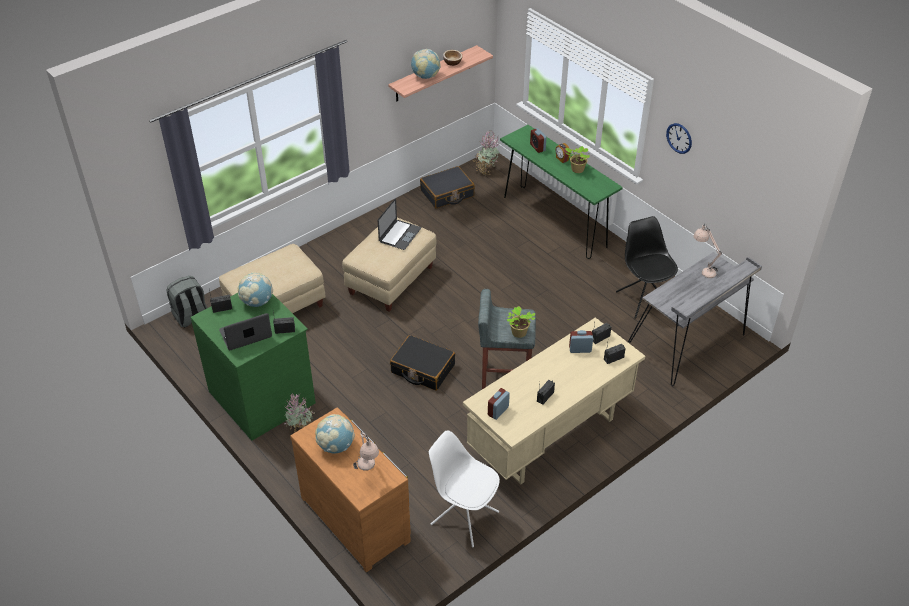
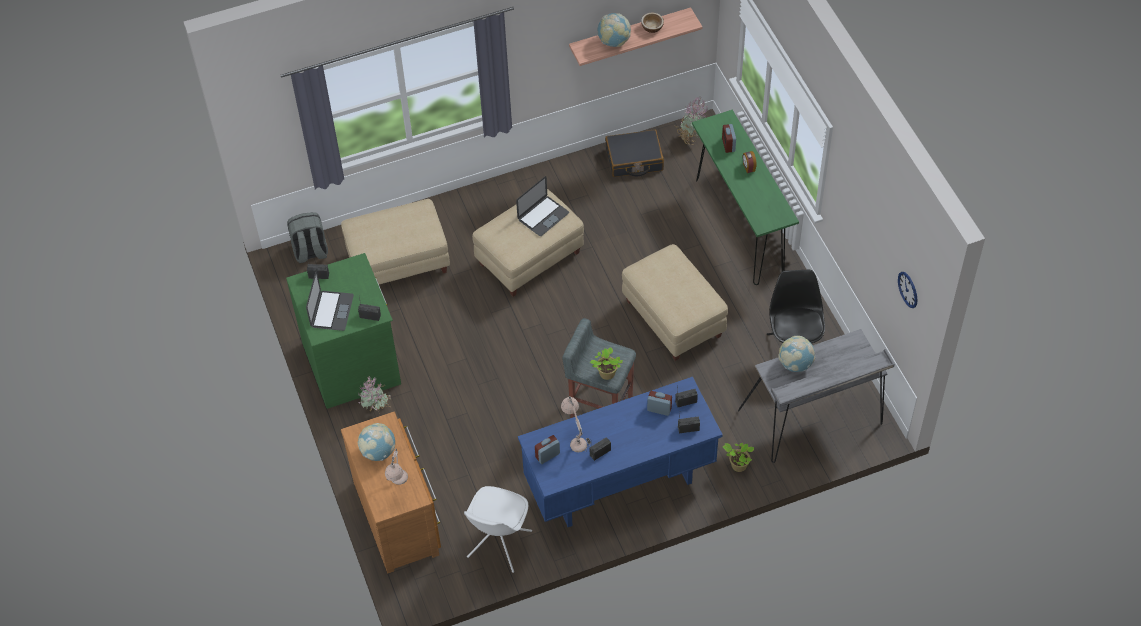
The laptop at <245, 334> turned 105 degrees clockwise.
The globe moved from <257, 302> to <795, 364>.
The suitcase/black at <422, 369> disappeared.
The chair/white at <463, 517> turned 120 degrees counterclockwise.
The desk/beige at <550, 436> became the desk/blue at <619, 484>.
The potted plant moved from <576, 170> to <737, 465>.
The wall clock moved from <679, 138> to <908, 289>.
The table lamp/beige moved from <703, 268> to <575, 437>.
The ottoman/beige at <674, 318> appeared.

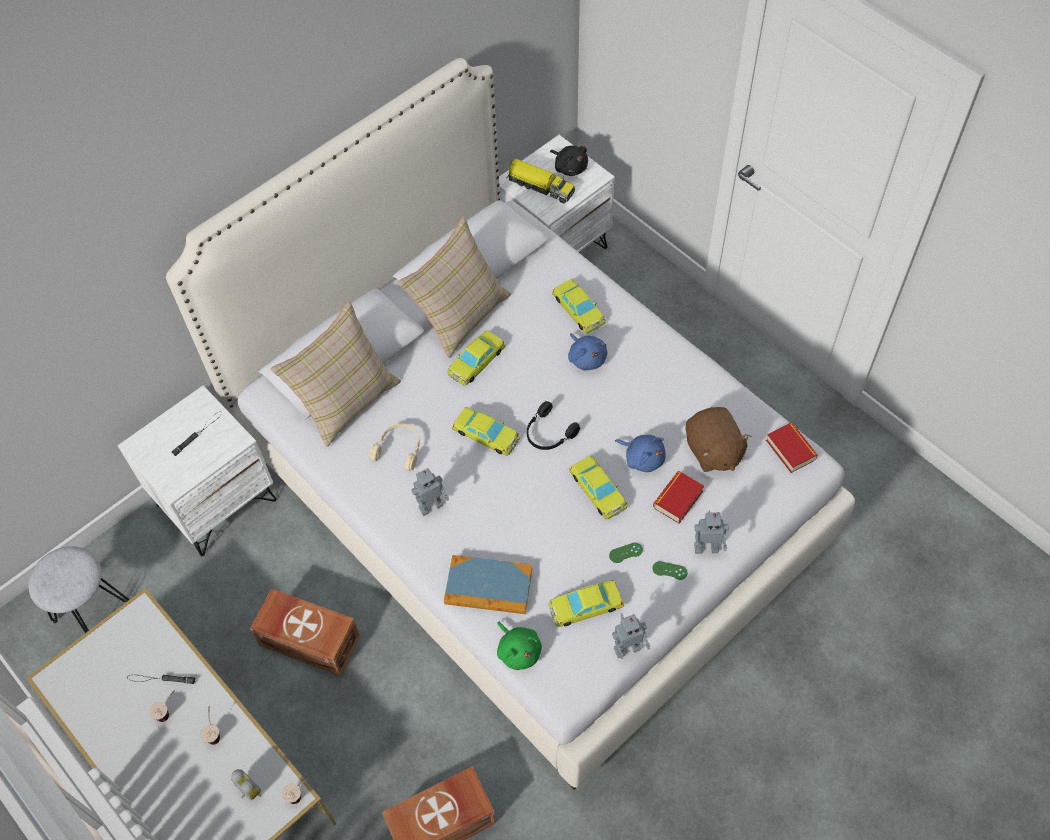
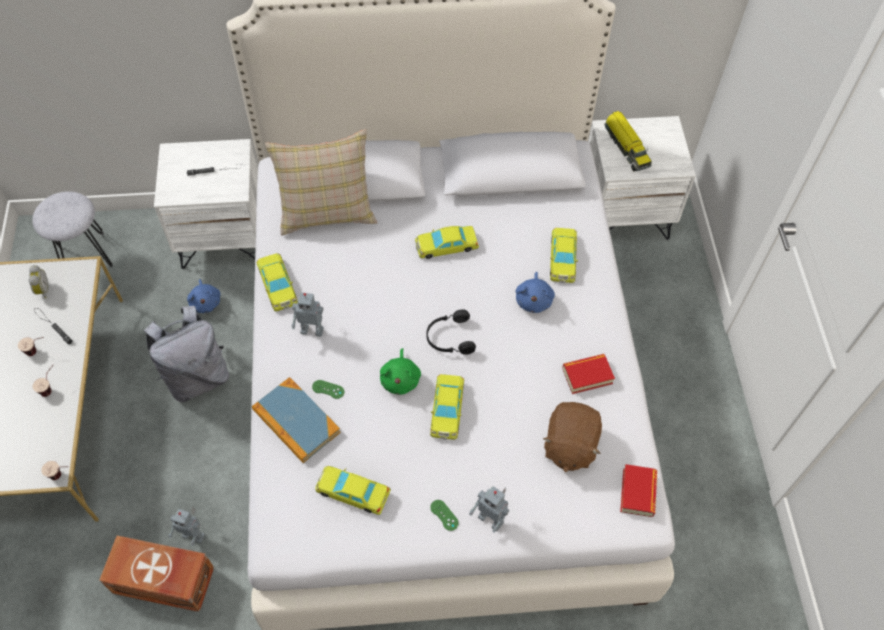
The alarm clock moved from <248, 791> to <42, 290>.
The storage box/brown at <309, 639> was replaced by the backpack/grey at <197, 377>.
The headphones/beige at <399, 449> disappeared.
The pillow/beige at <460, 313> disappeared.
The toy car/yellow moved from <486, 434> to <277, 285>.
The plush toy/green moved from <518, 650> to <400, 379>.
The plush toy/black at <570, 167> disappeared.
The game controller/green moved from <625, 553> to <328, 389>.
The toy robot moved from <626, 647> to <194, 534>.
The plush toy/blue moved from <642, 458> to <205, 302>.
The book moved from <678, 499> to <587, 376>.

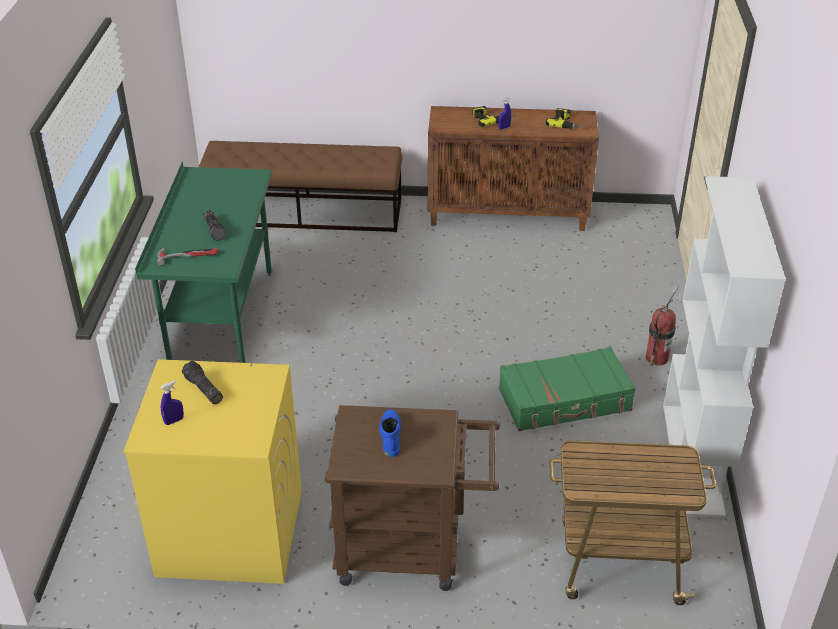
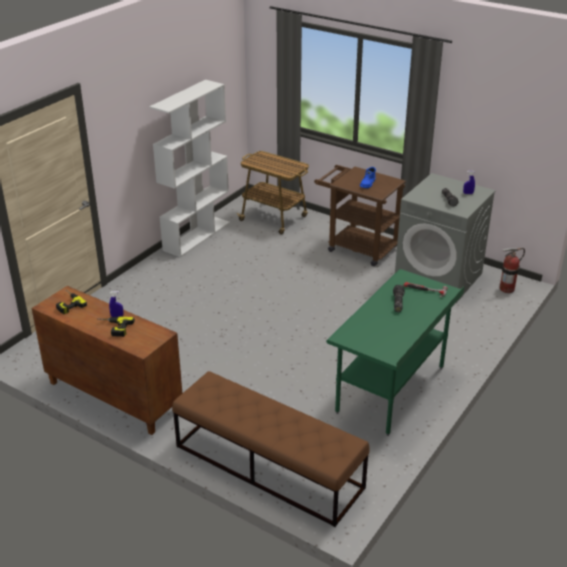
The washing machine/yellow at <229, 532> became the washing machine/grey at <439, 277>.
The suitcase/green at <565, 400> disappeared.
The fire extinguisher moved from <657, 358> to <506, 289>.

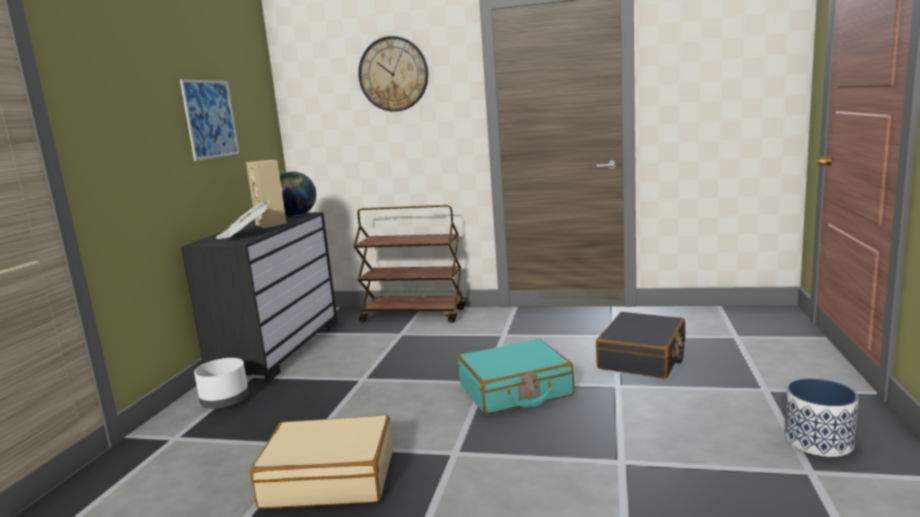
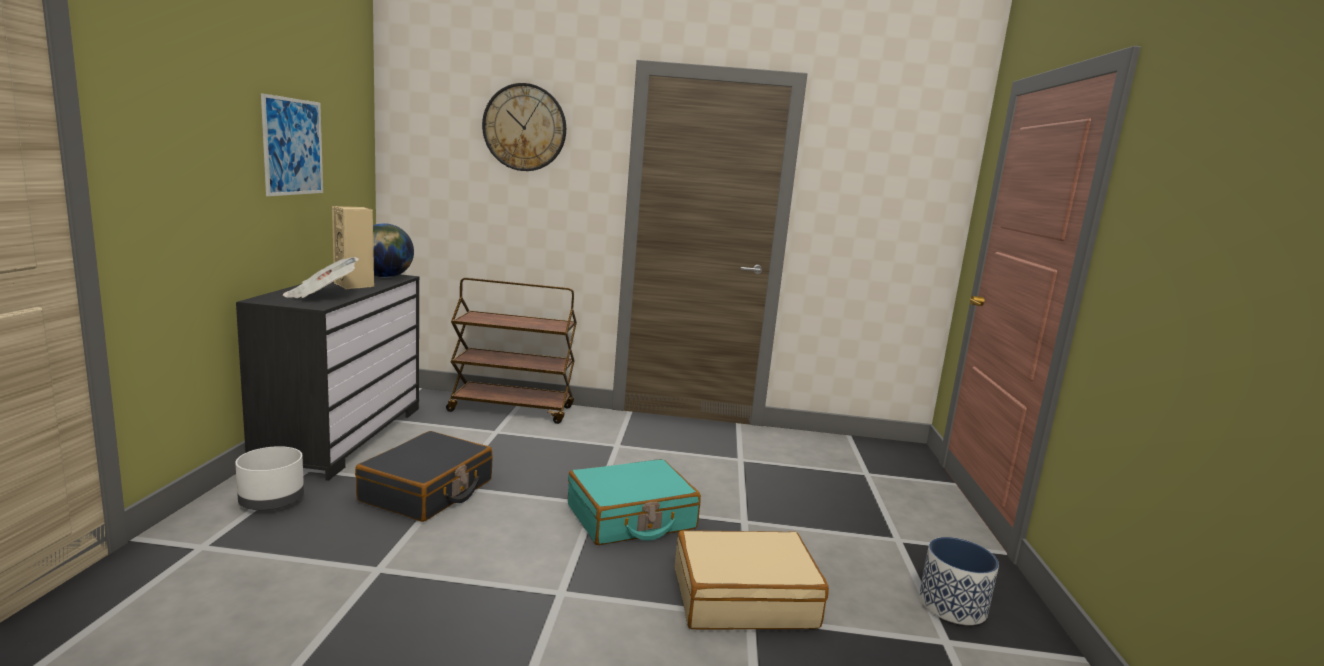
The suitcase/beige moved from <329, 478> to <744, 597>.
The suitcase/black moved from <642, 358> to <427, 491>.

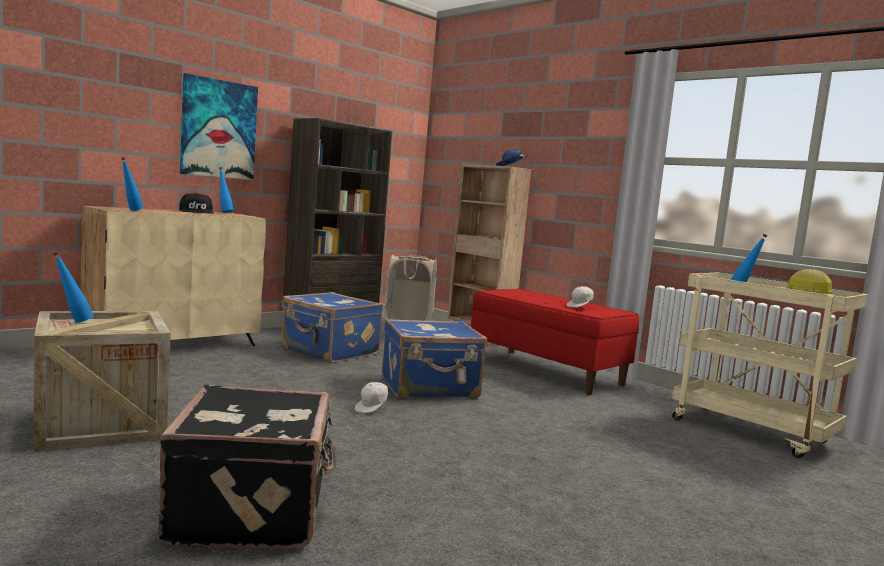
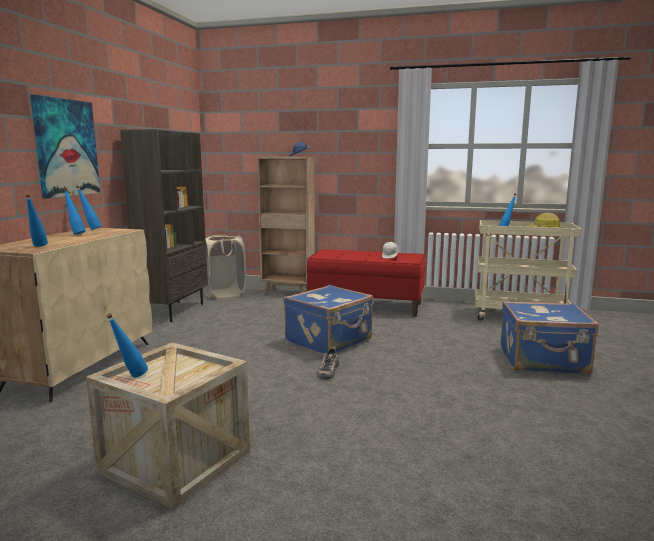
The suitcase/black at <253, 511> disappeared.
The cap/black at <197, 212> was replaced by the bottle/blue at <75, 234>.
The suitcase/blue moved from <329, 352> to <543, 361>.
The cap/white at <372, 408> was replaced by the shoe at <327, 370>.

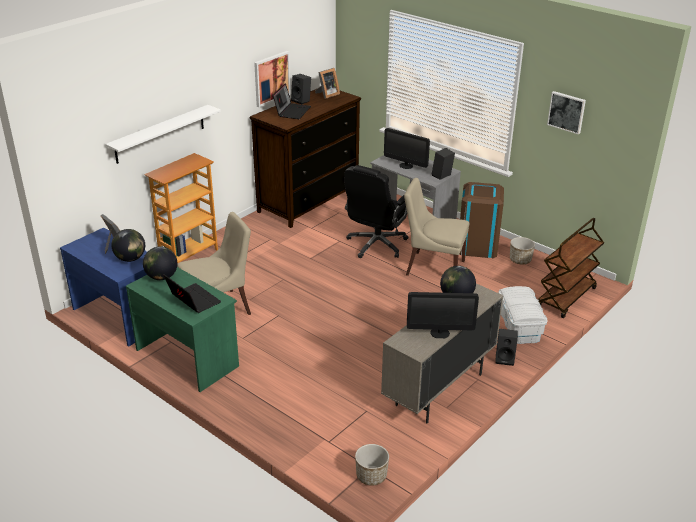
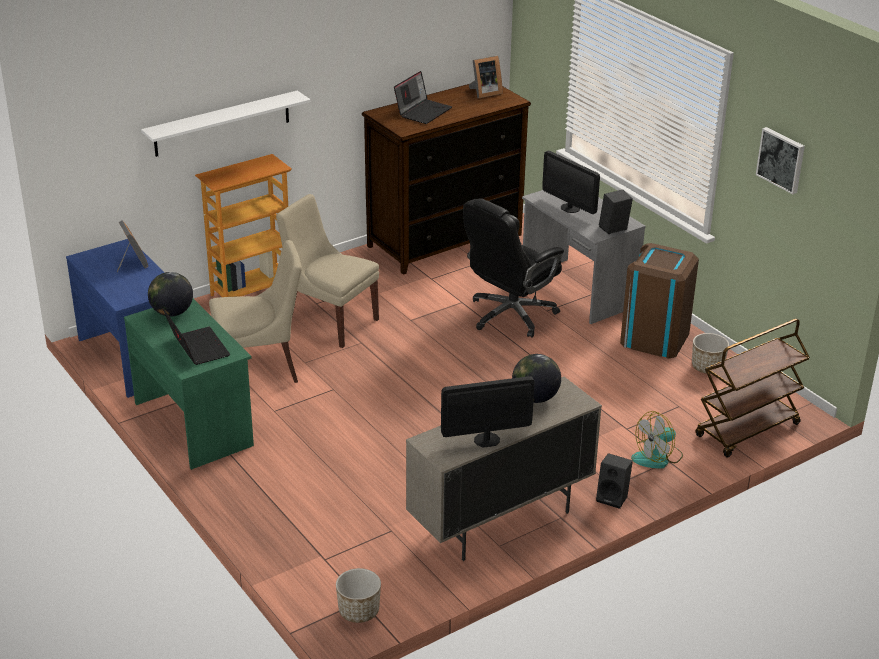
The globe at <130, 259> disappeared.
The picture at <271, 78> disappeared.
The speaker/black at <302, 100> disappeared.
The chair/beige moved from <433, 267> to <329, 321>.
The monitor at <440, 333> turned 150 degrees clockwise.
The storage box/white at <519, 326> was replaced by the fan at <657, 457>.

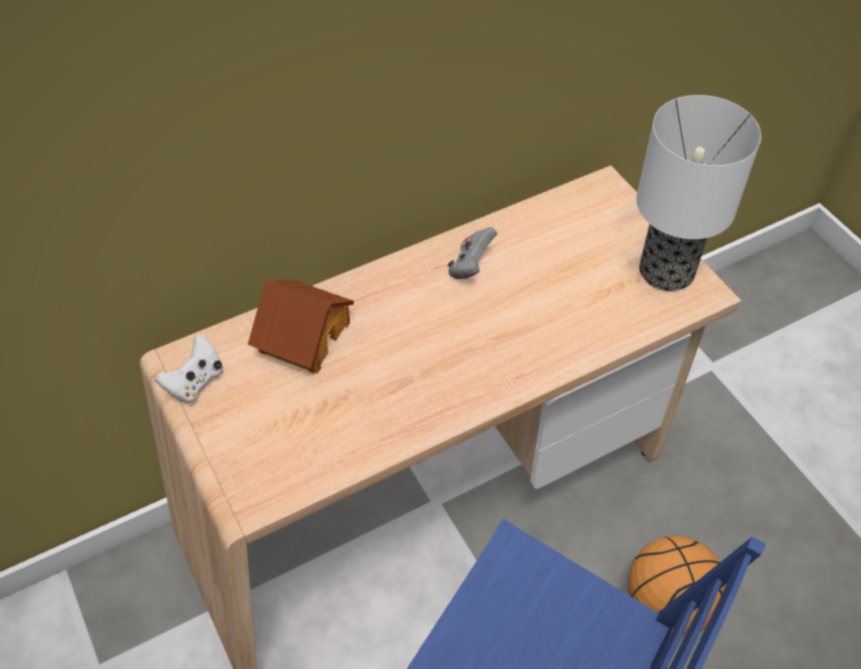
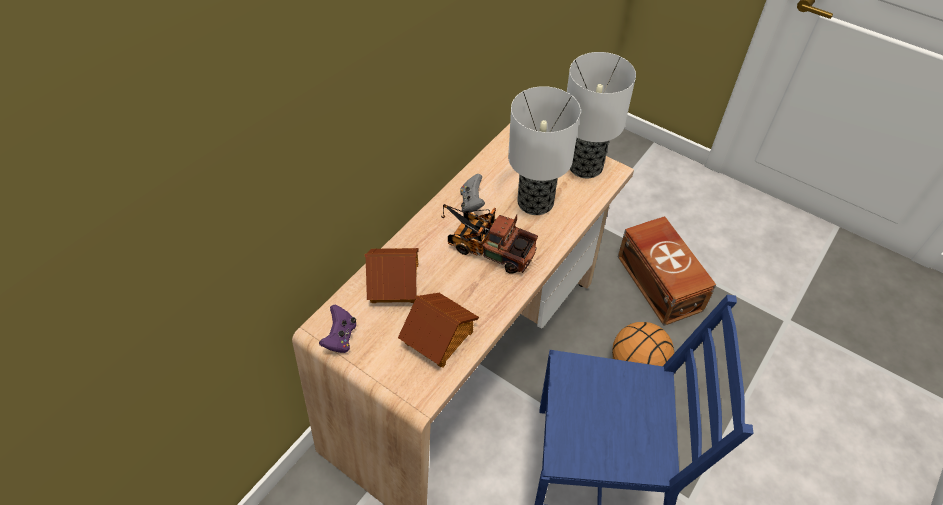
The game controller/white at <195, 382> became the game controller/purple at <341, 337>.
The toy house at <439, 337> appeared.
The toy truck at <486, 247> appeared.
The table lamp at <535, 203> appeared.
The storage box/brown at <659, 281> appeared.

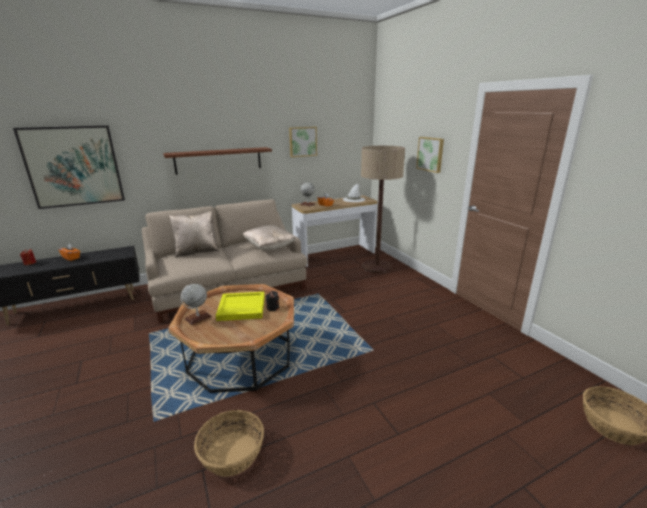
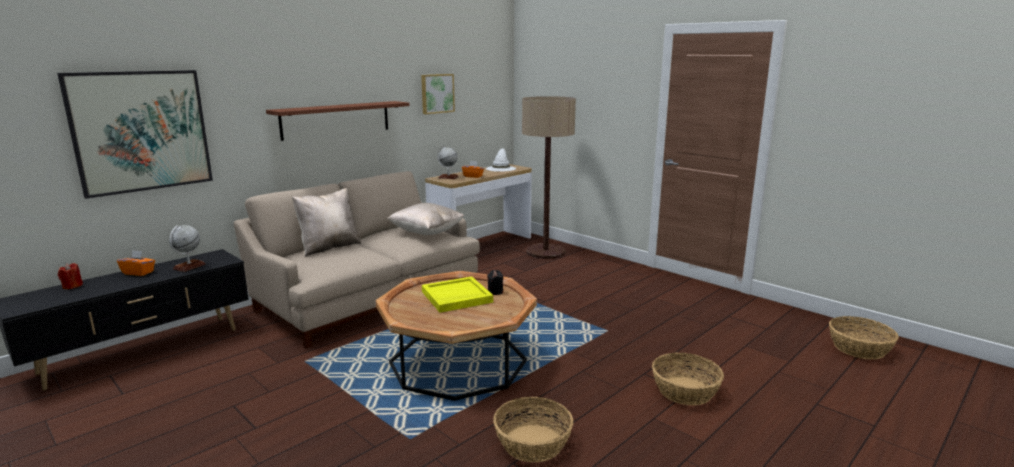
The globe moved from <198, 318> to <189, 266>.
The picture at <430, 154> disappeared.
The basket at <685, 390> appeared.

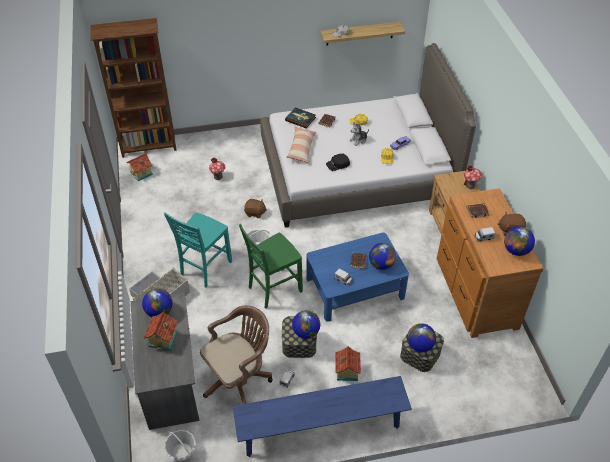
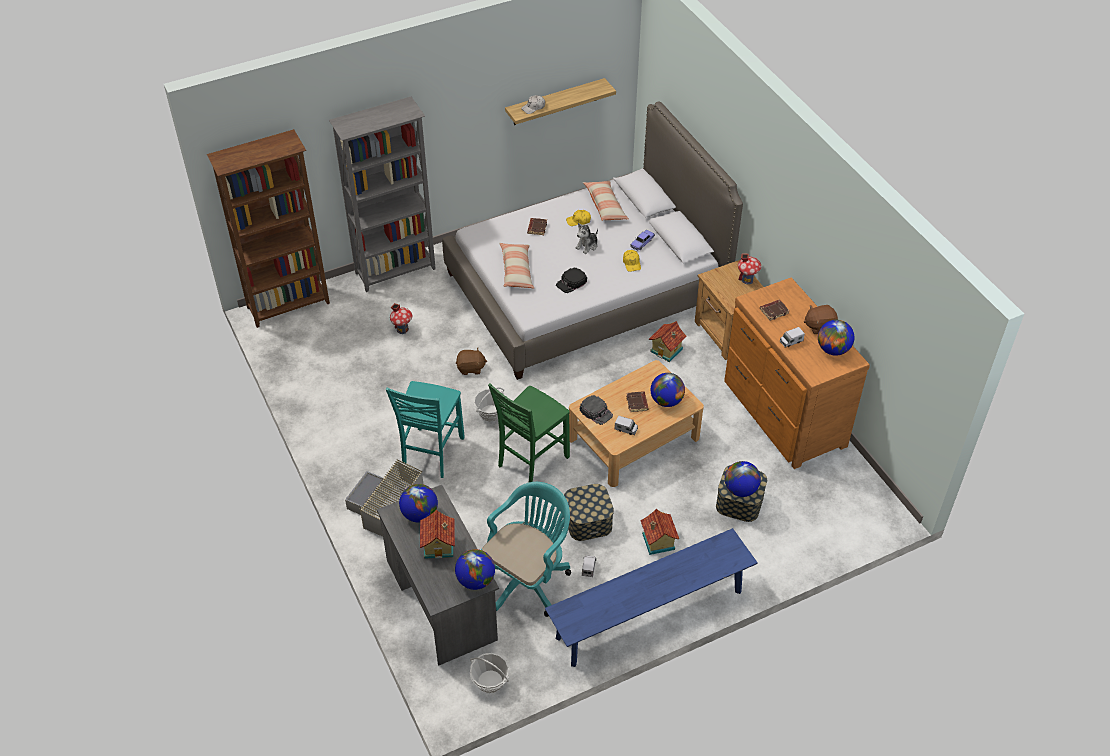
The toy house moved from <142, 173> to <667, 350>.
The office chair/brown at <239, 377> became the office chair/turquoise at <528, 578>.
The book at <300, 119> disappeared.
The globe moved from <306, 332> to <475, 580>.
The coffee table/blue at <355, 287> became the coffee table/beige at <634, 438>.
The bookcase/grey at <396, 271> appeared.
The cap/black at <596, 412> appeared.
The pillow at <605, 206> appeared.

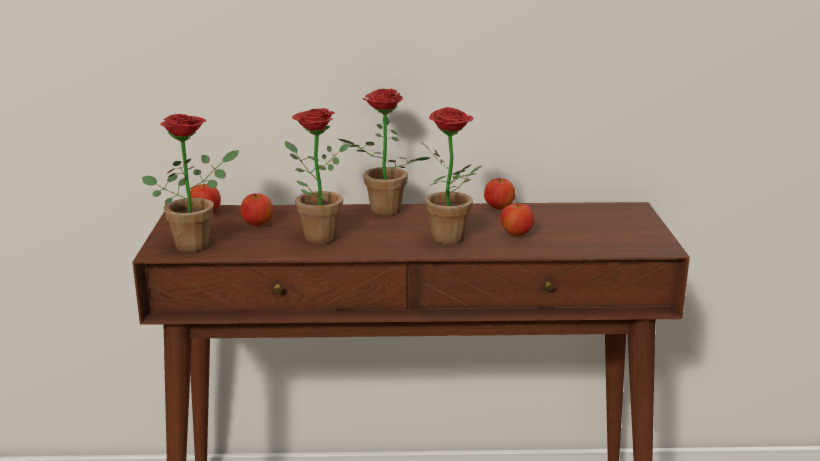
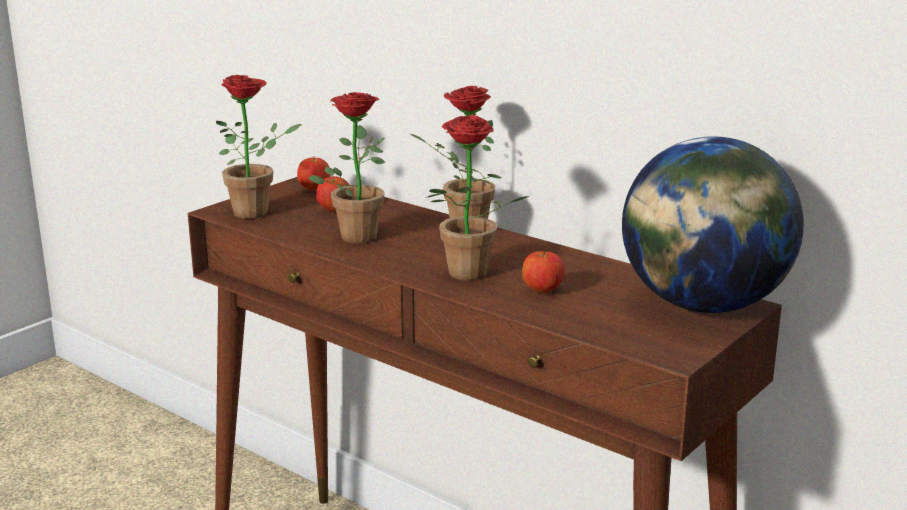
The apple at <499, 208> disappeared.
The globe at <703, 305> appeared.

